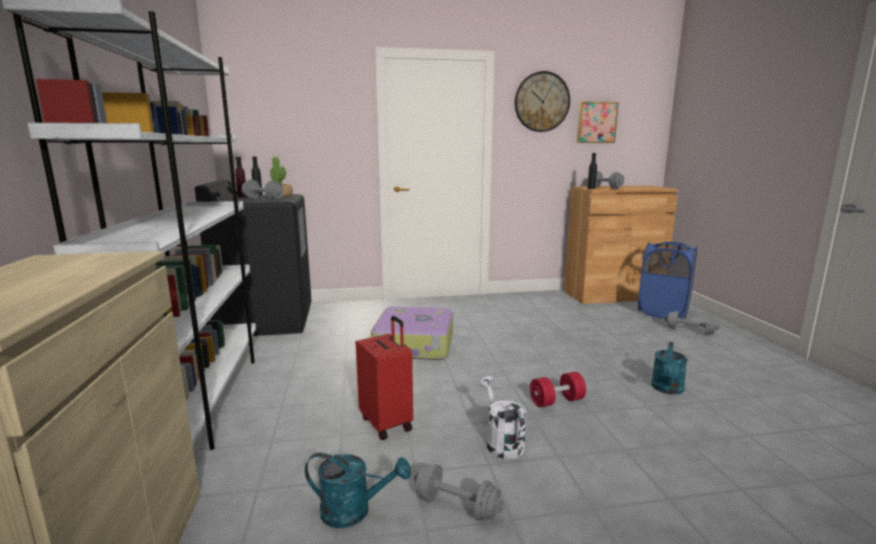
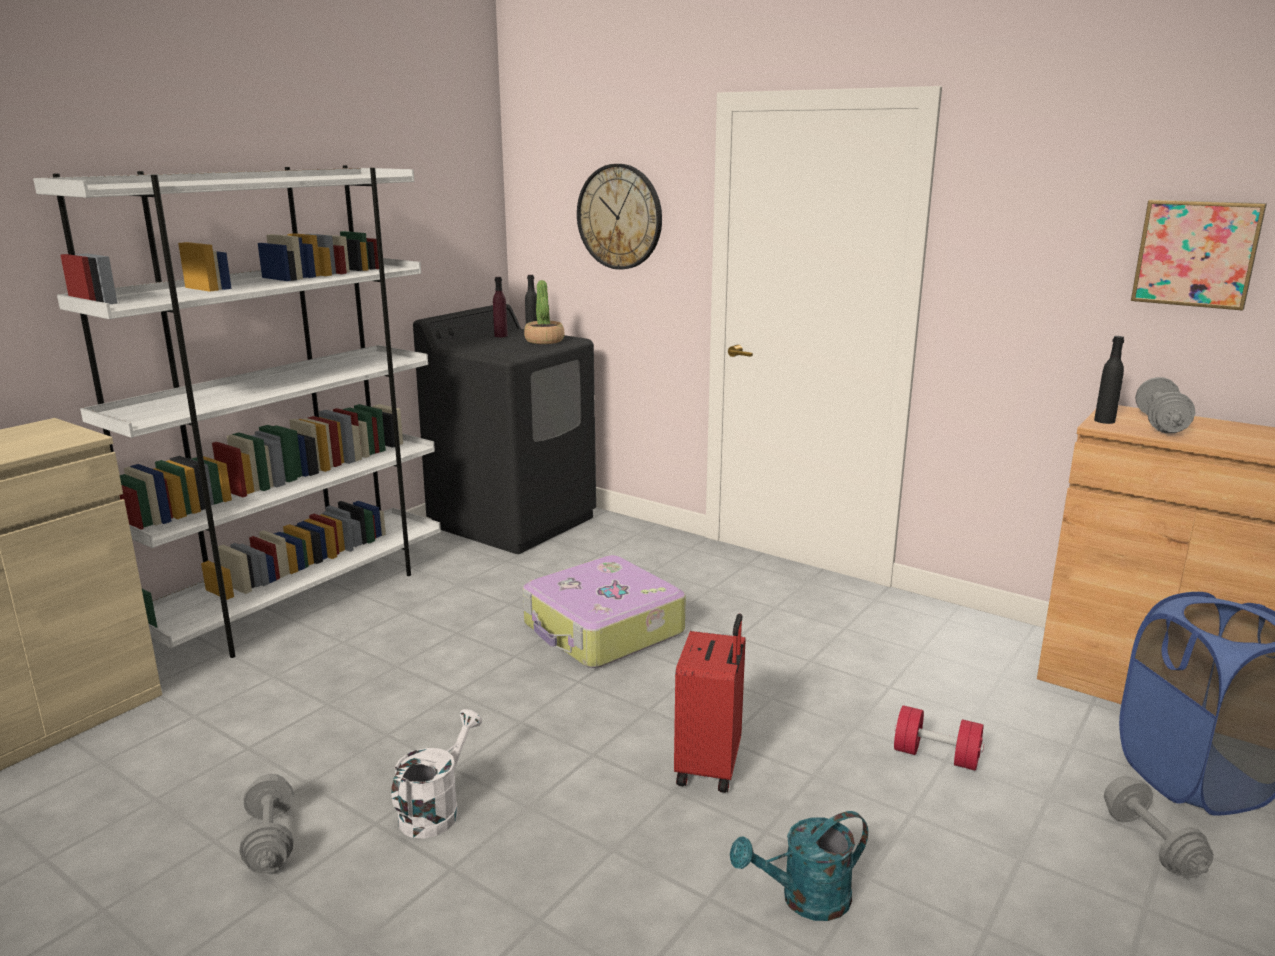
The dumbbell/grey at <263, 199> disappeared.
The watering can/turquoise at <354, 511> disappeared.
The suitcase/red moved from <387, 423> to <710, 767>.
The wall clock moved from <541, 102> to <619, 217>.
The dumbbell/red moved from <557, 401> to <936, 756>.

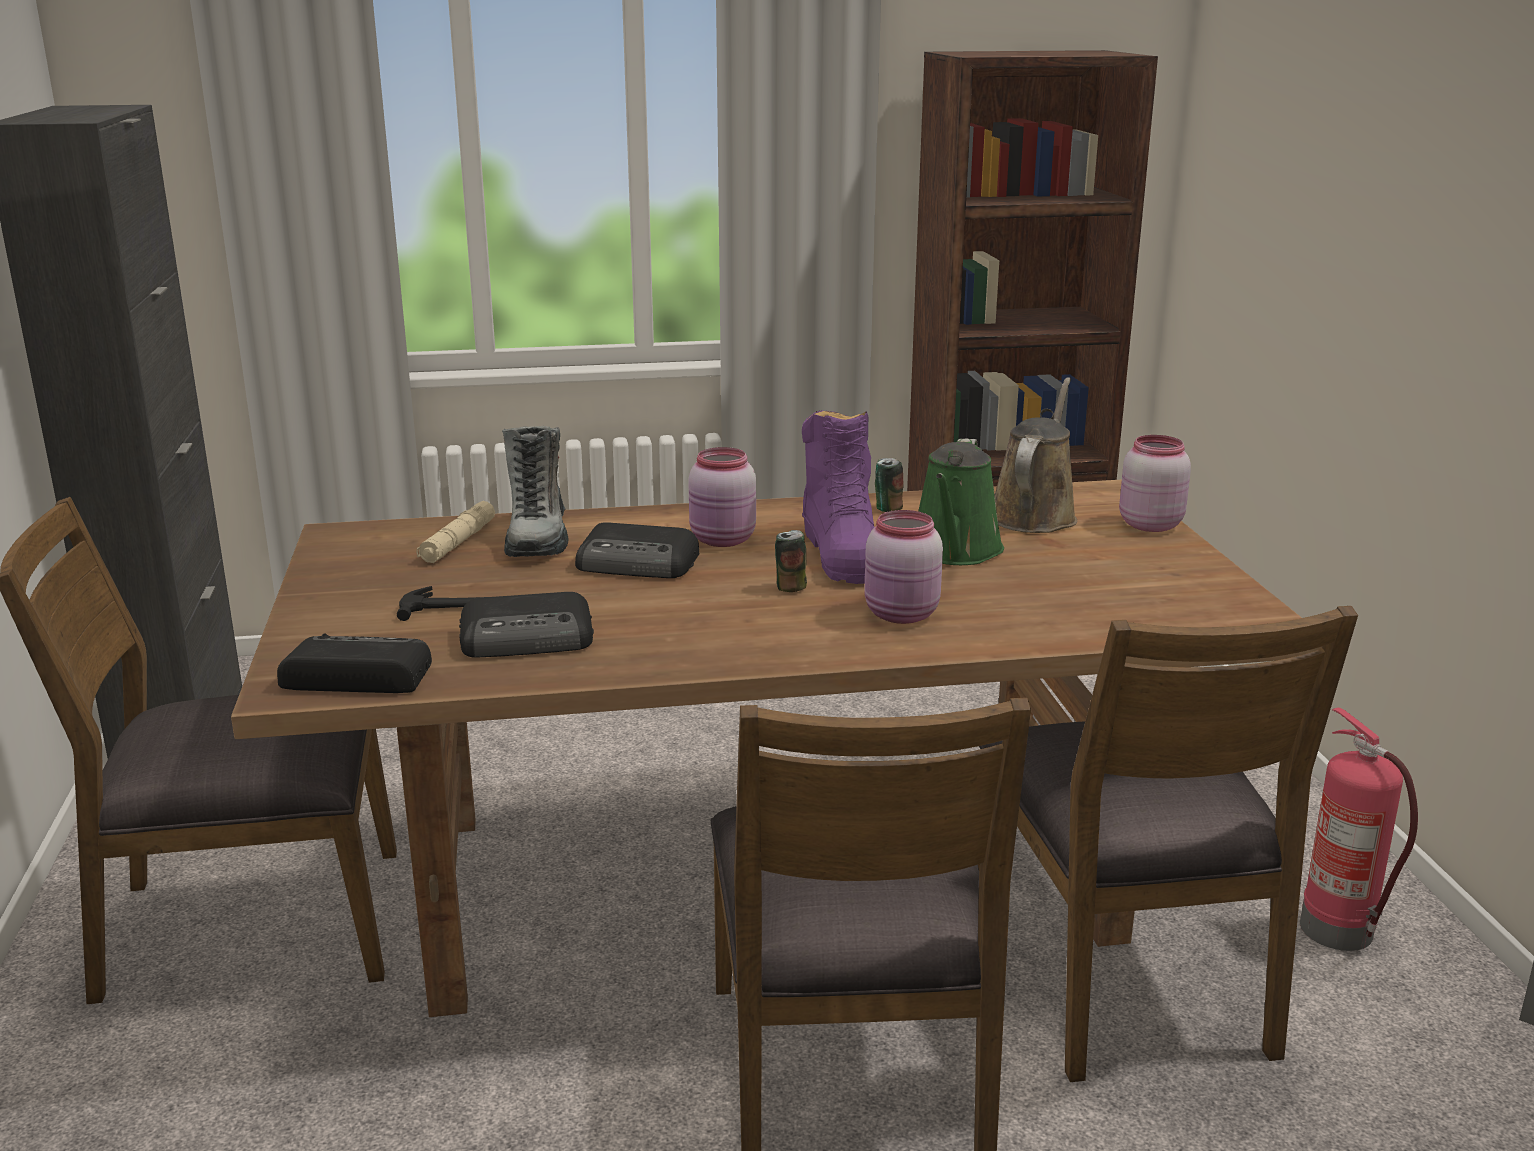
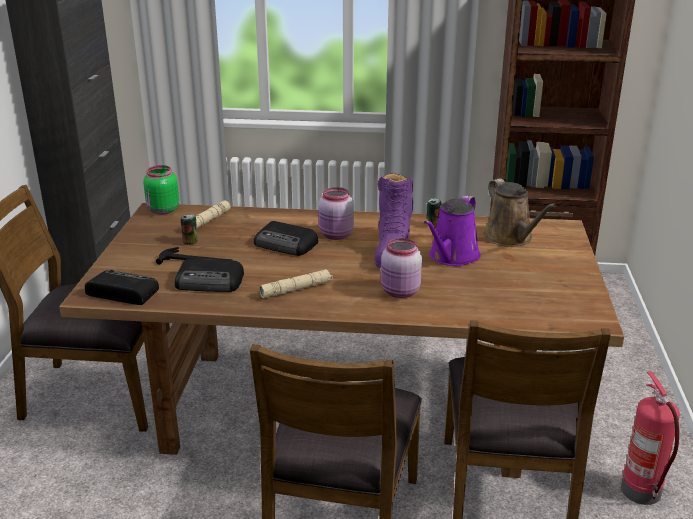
The boot at <538, 537> disappeared.
The can moved from <791, 587> to <190, 242>.
The watering can/green at <954, 552> became the watering can/purple at <452, 257>.
The watering can/brown at <1034, 515> turned 120 degrees clockwise.
The jar/pink at <1148, 524> disappeared.
The jar/green at <162, 210> appeared.
The flashlight/beige at <296, 289> appeared.

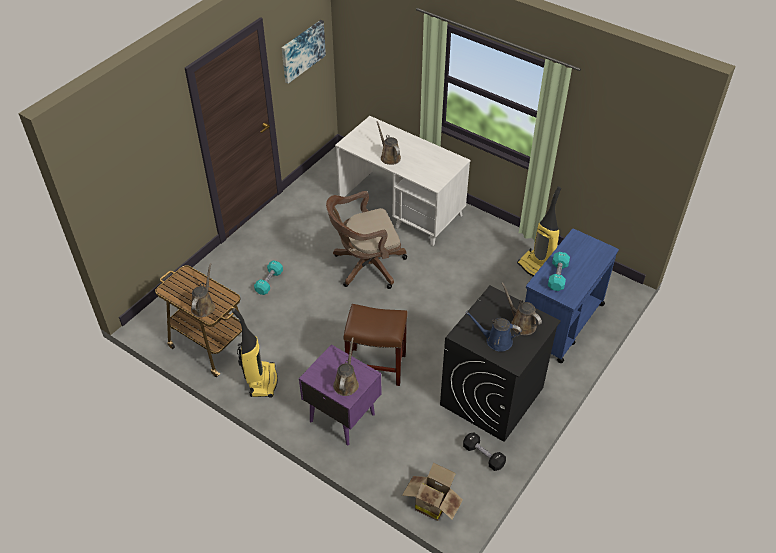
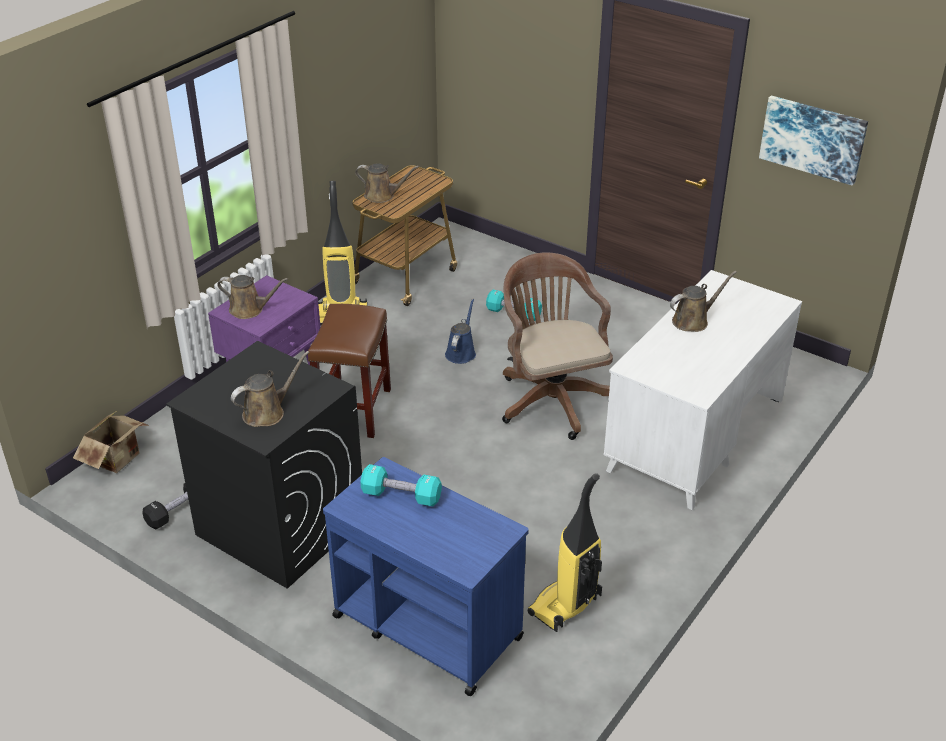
The watering can/blue moved from <496, 340> to <461, 352>.

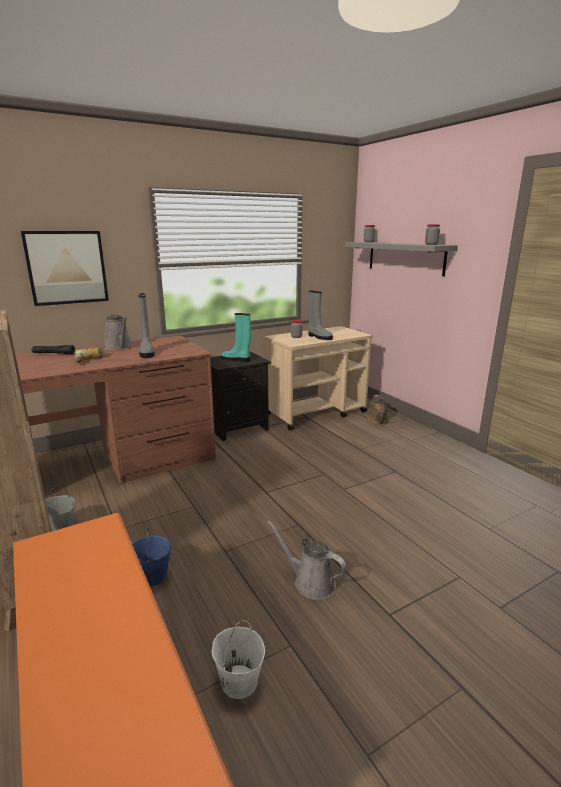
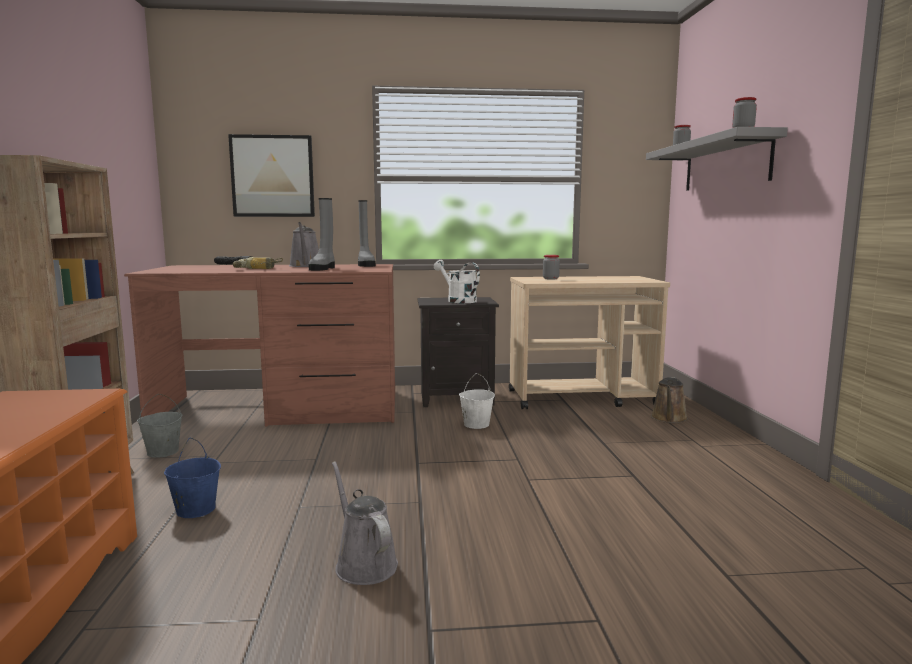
The bucket/white moved from <239, 681> to <476, 424>.
The boot/turquoise at <236, 360> was replaced by the watering can/white at <458, 300>.
The boot/grey moved from <319, 337> to <365, 265>.

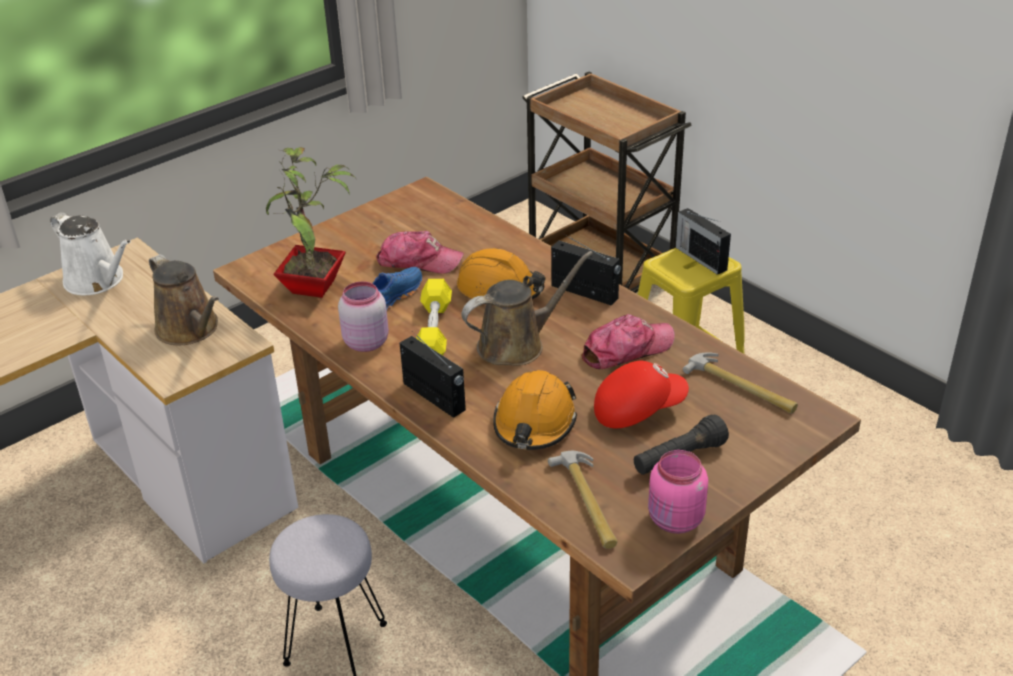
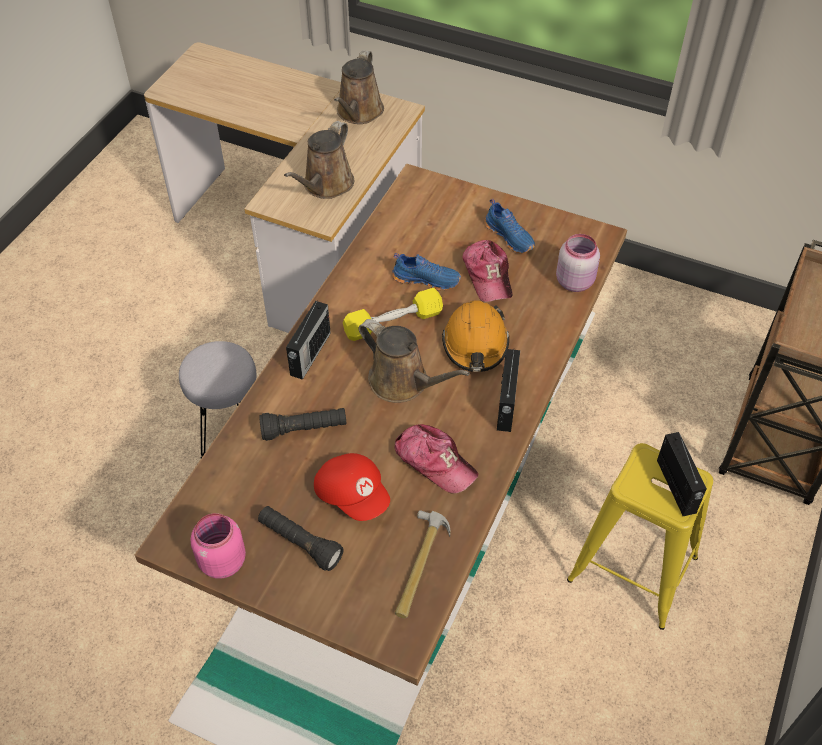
The watering can/white at <98, 281> became the watering can/brown at <358, 113>.
The potted plant at <316, 288> disappeared.
The jar/pink moved from <365, 342> to <575, 281>.
The hard hat/orange at <534, 423> was replaced by the flashlight/black at <304, 429>.
The hammer at <587, 502> disappeared.
The radio at <700, 258> turned 135 degrees clockwise.
The shoe/blue at <510, 236> appeared.

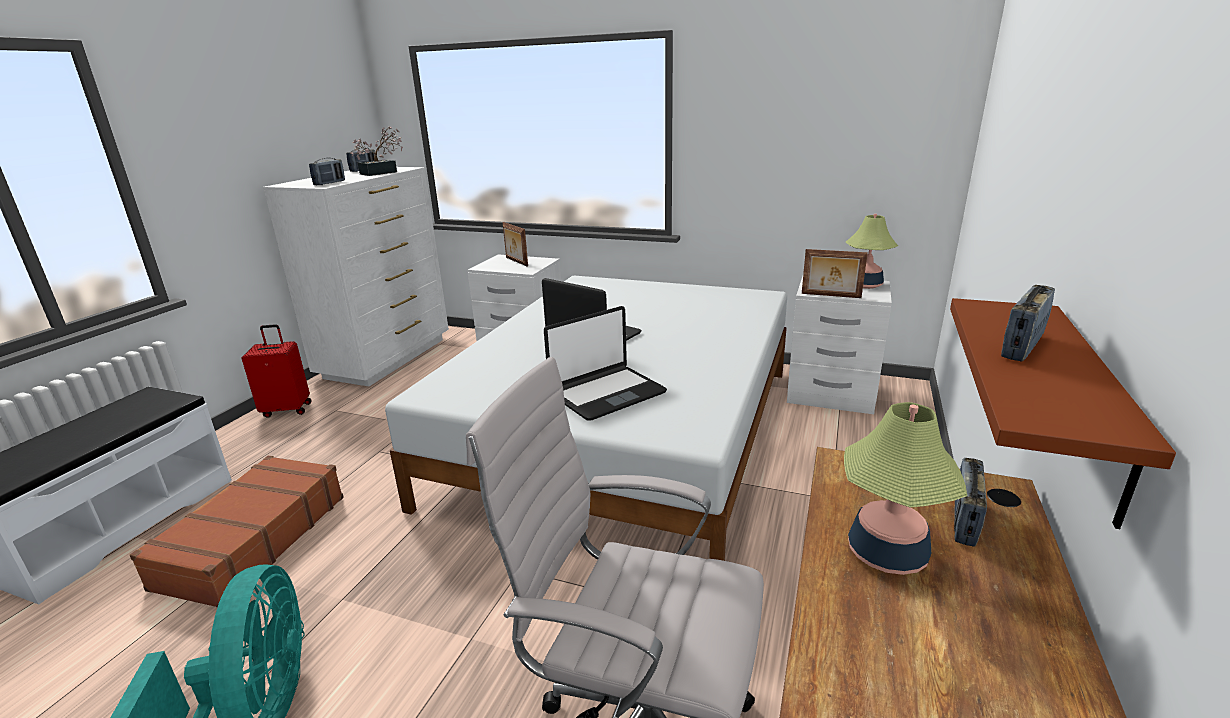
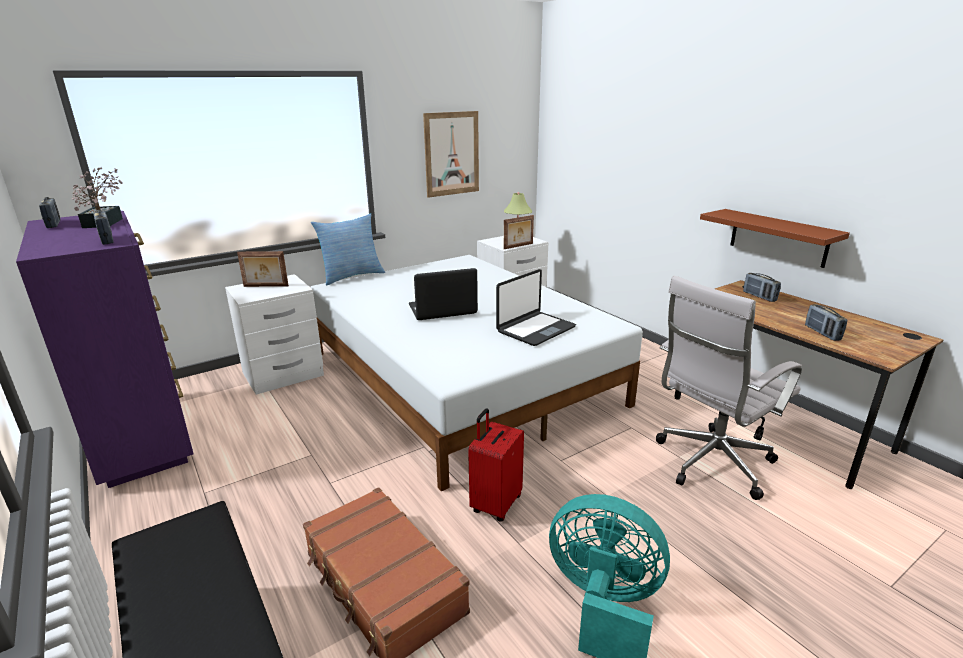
The suitcase/red moved from <287, 409> to <495, 504>.
The dresser/white at <387, 358> became the dresser/purple at <143, 437>.
The laptop at <606, 393> turned 45 degrees clockwise.
The table lamp at <886, 553> disappeared.
The radio moved from <1021, 347> to <822, 333>.
The pillow at <351, 276> appeared.
The picture at <452, 154> appeared.

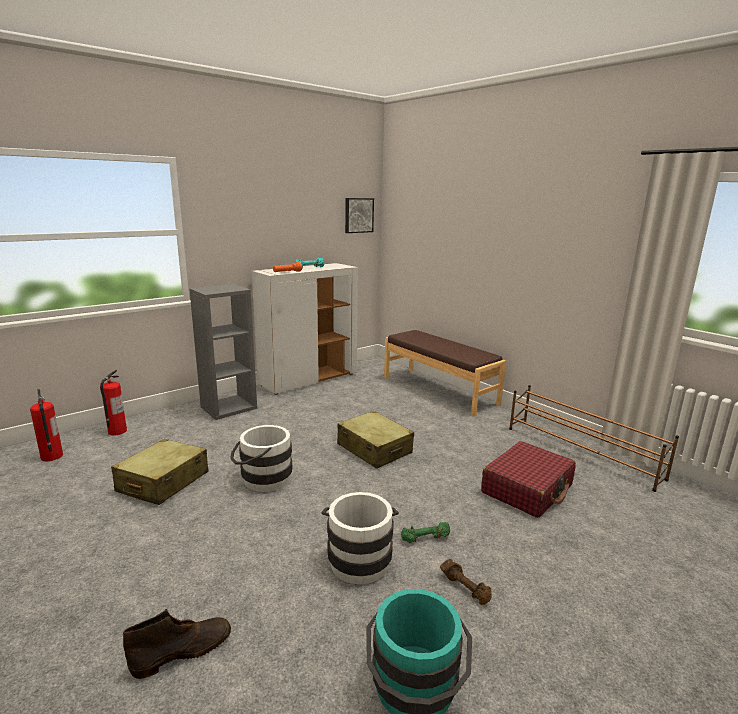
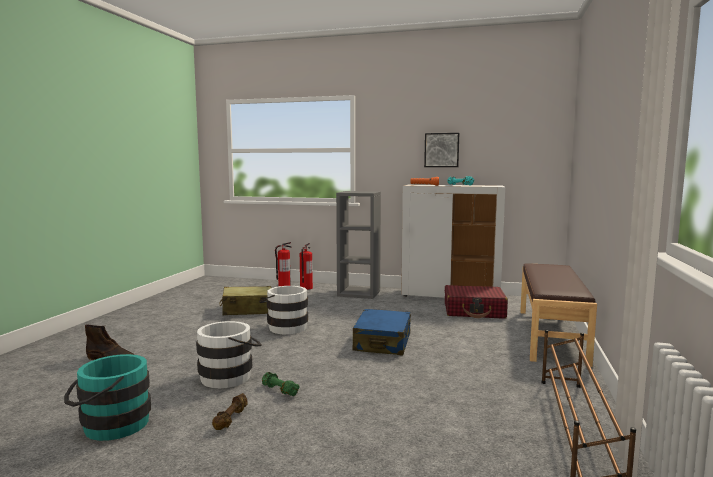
The fire extinguisher moved from <52, 456> to <306, 288>.
The suitcase/beige at <374, 449> became the suitcase/blue at <382, 342>.
The picture moved from <358, 215> to <441, 150>.
The suitcase/red moved from <527, 489> to <474, 311>.

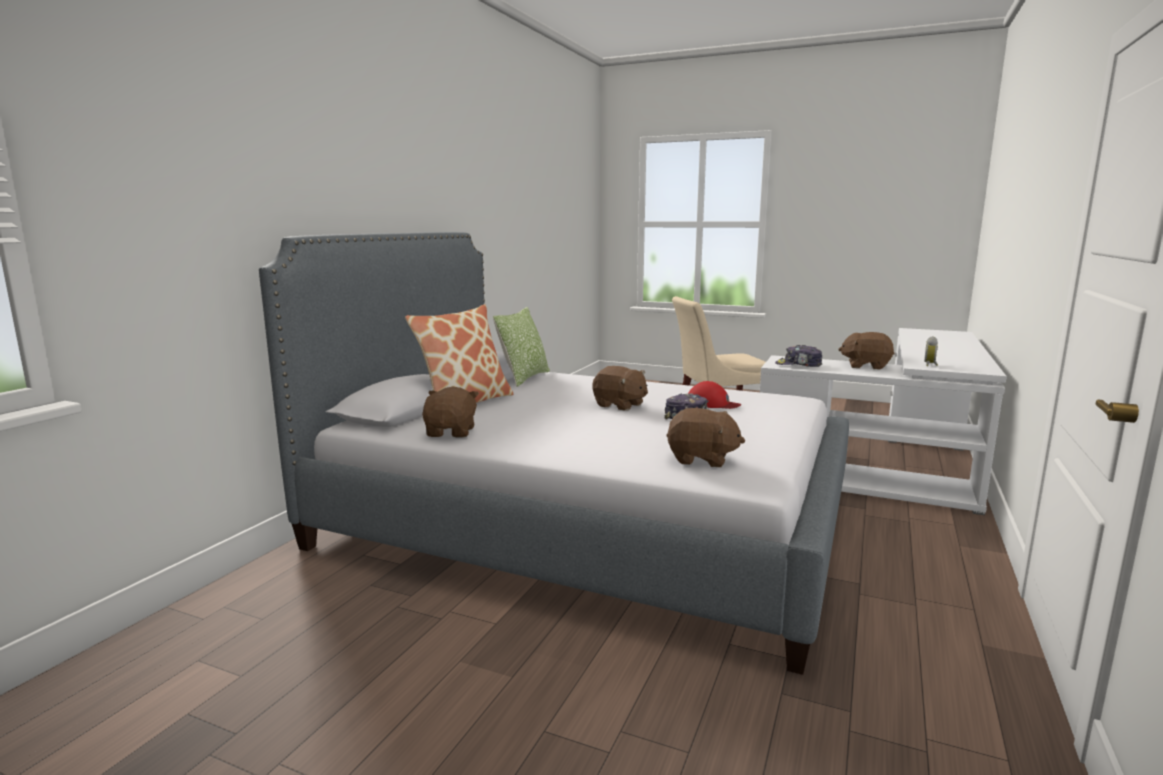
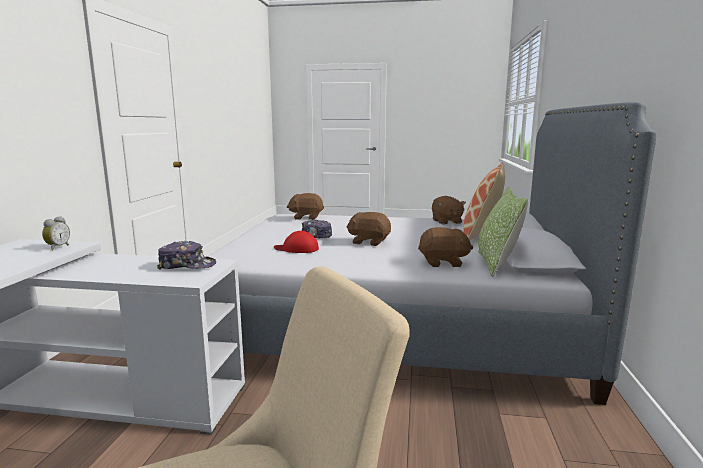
The plush toy/brown moved from <866, 366> to <443, 263>.

